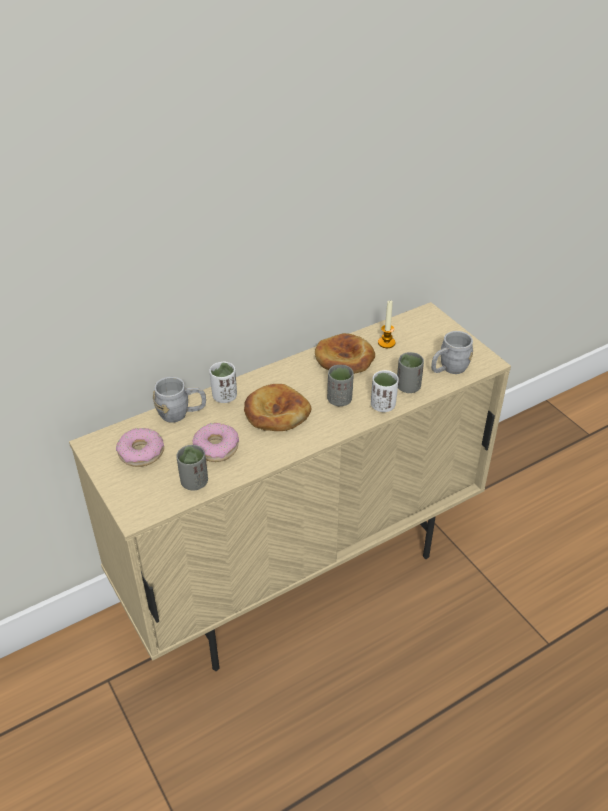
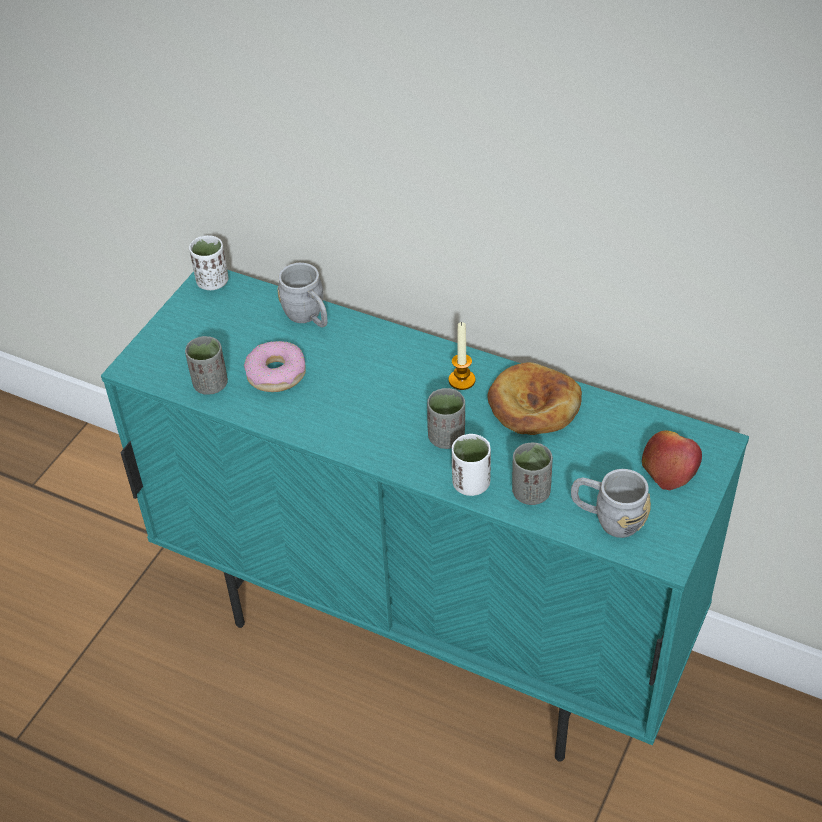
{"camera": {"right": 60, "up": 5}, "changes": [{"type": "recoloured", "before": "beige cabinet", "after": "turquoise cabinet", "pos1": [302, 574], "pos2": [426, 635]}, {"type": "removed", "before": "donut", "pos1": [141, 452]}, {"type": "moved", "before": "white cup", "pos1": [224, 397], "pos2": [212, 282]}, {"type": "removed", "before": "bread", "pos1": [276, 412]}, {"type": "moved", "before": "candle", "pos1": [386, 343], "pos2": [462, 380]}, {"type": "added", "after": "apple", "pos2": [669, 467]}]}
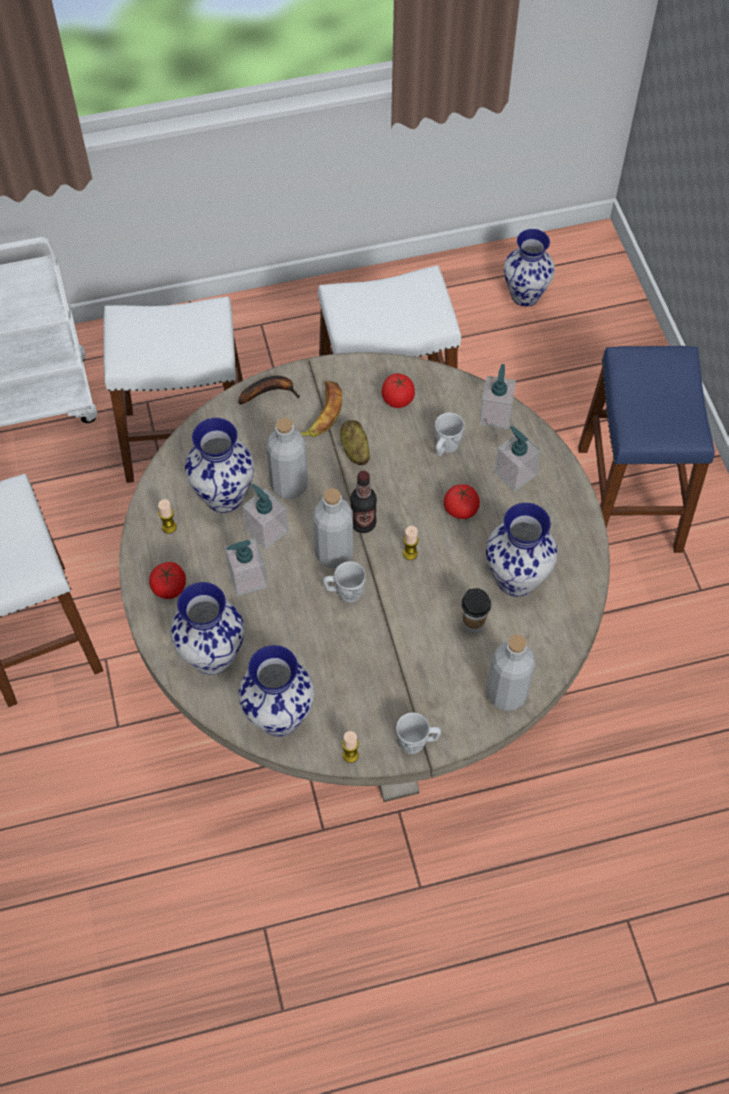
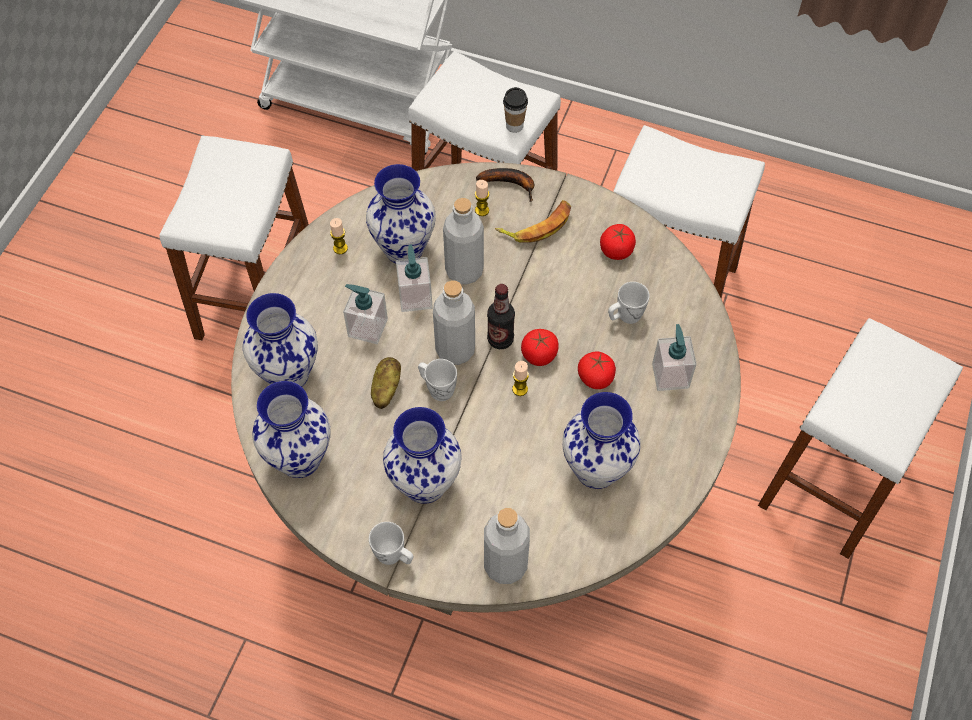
{"camera": {"right": 35, "up": 0}, "changes": [{"type": "moved", "before": "tomato", "pos1": [169, 588], "pos2": [539, 355]}, {"type": "moved", "before": "potato", "pos1": [354, 450], "pos2": [385, 389]}, {"type": "moved", "before": "candle", "pos1": [350, 755], "pos2": [482, 210]}, {"type": "moved", "before": "cup", "pos1": [473, 624], "pos2": [514, 126]}, {"type": "removed", "before": "soap dispenser", "pos1": [495, 415]}, {"type": "moved", "before": "vase", "pos1": [526, 296], "pos2": [425, 485]}, {"type": "recoloured", "before": "blue stool", "after": "white stool", "pos1": [629, 499], "pos2": [833, 480]}]}
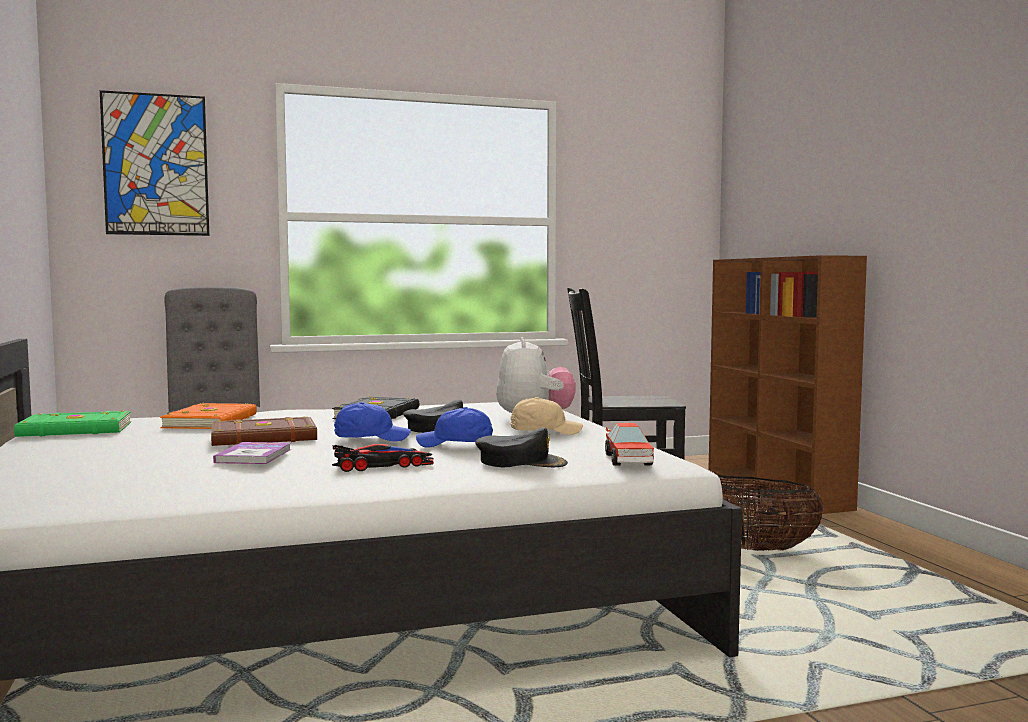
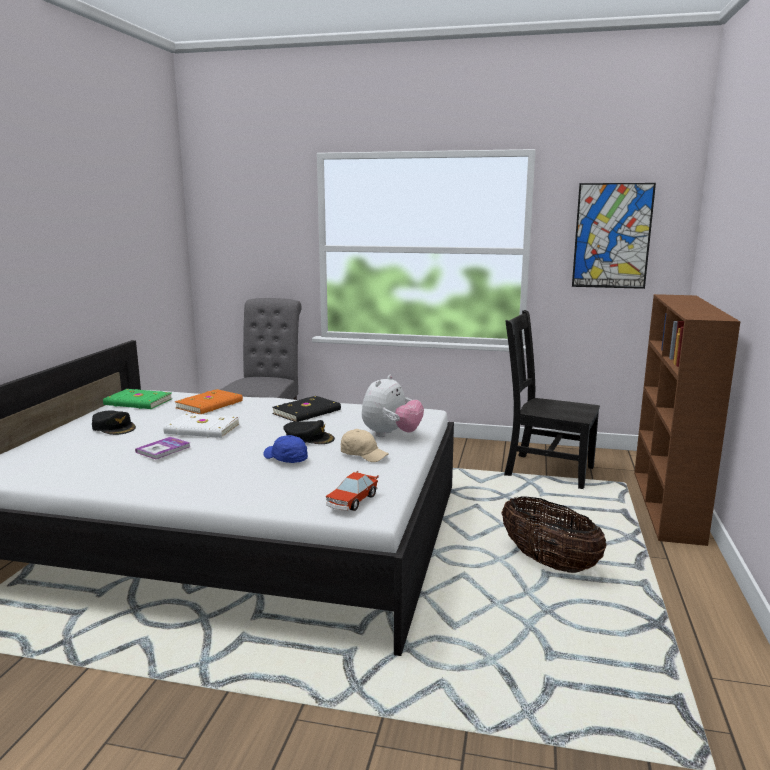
{"camera": {"right": 30, "up": 10}, "changes": [{"type": "moved", "before": "picture", "pos1": [156, 165], "pos2": [612, 236]}, {"type": "recoloured", "before": "brown book", "after": "white book", "pos1": [264, 438], "pos2": [202, 430]}, {"type": "removed", "before": "toy car", "pos1": [383, 465]}, {"type": "removed", "before": "blue cap", "pos1": [371, 438]}, {"type": "moved", "before": "black cap", "pos1": [521, 462], "pos2": [114, 427]}]}
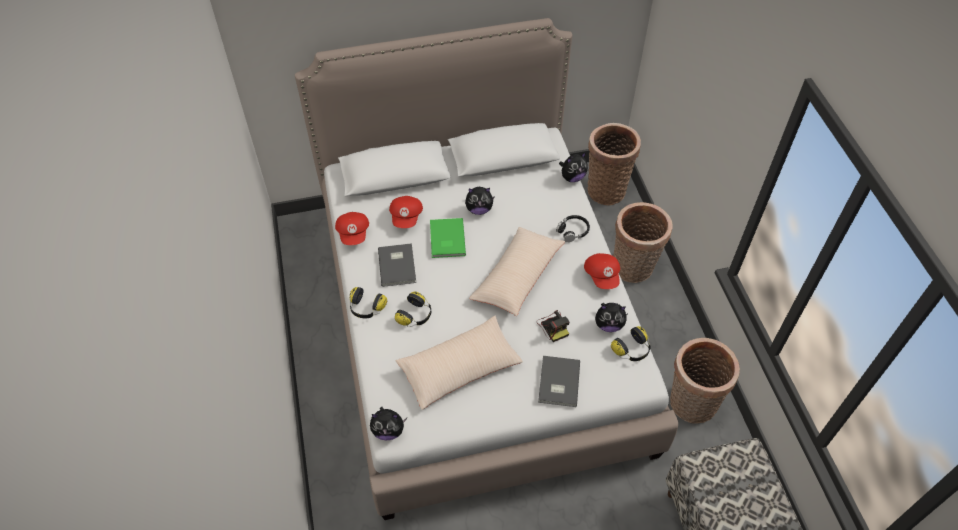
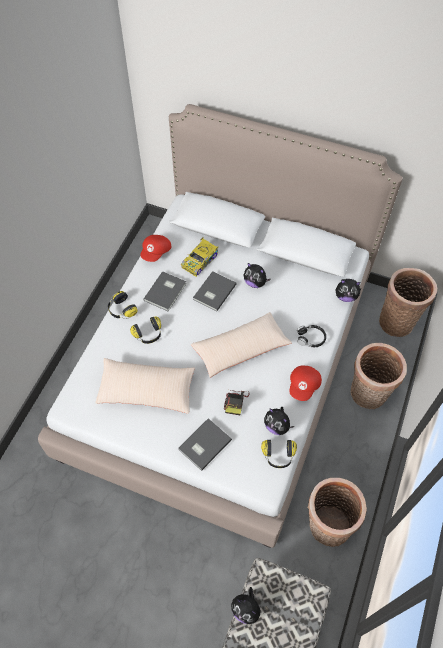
{"camera": {"right": 35, "up": 5}, "changes": [{"type": "moved", "before": "plush toy", "pos1": [388, 430], "pos2": [246, 609]}, {"type": "replaced", "before": "red cap", "after": "toy car", "pos1": [407, 217], "pos2": [200, 260]}, {"type": "recoloured", "before": "green book", "after": "grey book", "pos1": [446, 239], "pos2": [213, 292]}]}
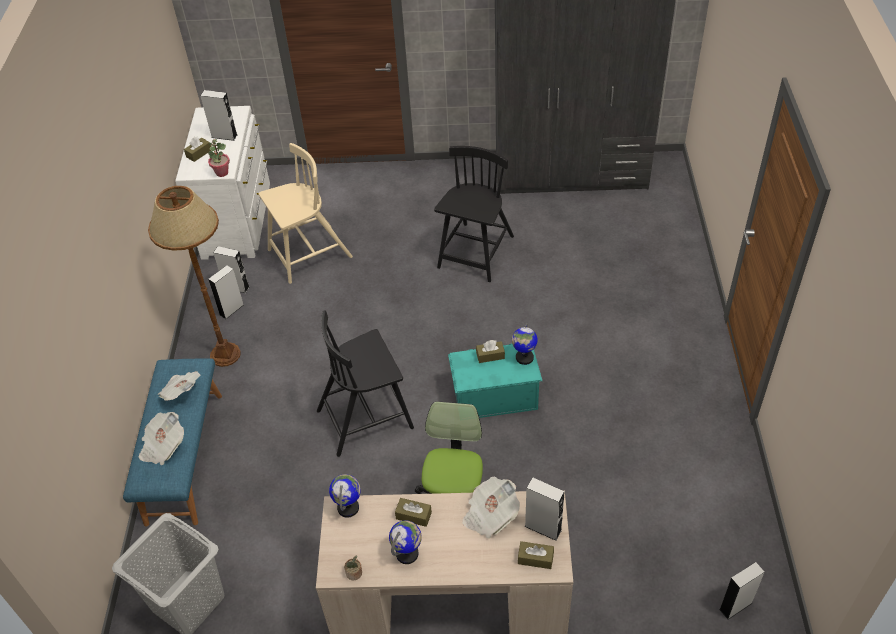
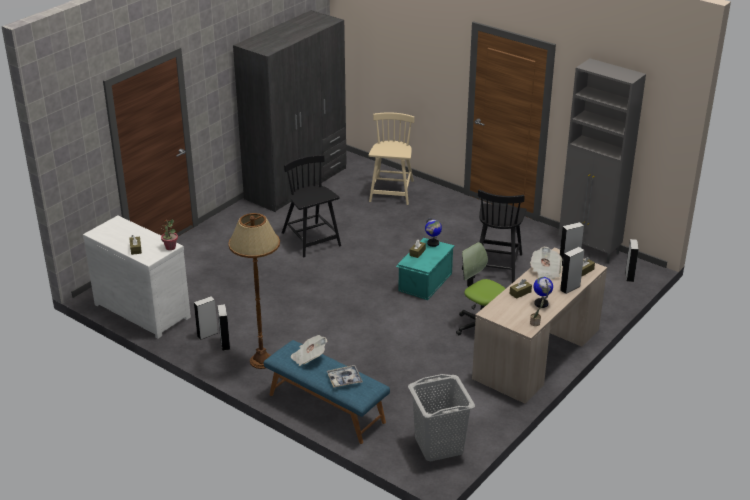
{"camera": {"right": -55, "up": -15}, "changes": [{"type": "replaced", "before": "newspaper", "after": "tray", "pos1": [163, 446], "pos2": [344, 379]}, {"type": "moved", "before": "grey speaker", "pos1": [224, 136], "pos2": [570, 288]}, {"type": "moved", "before": "beige chair", "pos1": [308, 254], "pos2": [391, 192]}, {"type": "moved", "before": "black chair", "pos1": [366, 418], "pos2": [497, 265]}, {"type": "removed", "before": "globe", "pos1": [348, 507]}, {"type": "added", "after": "grey cabinet", "pos2": [589, 250]}]}
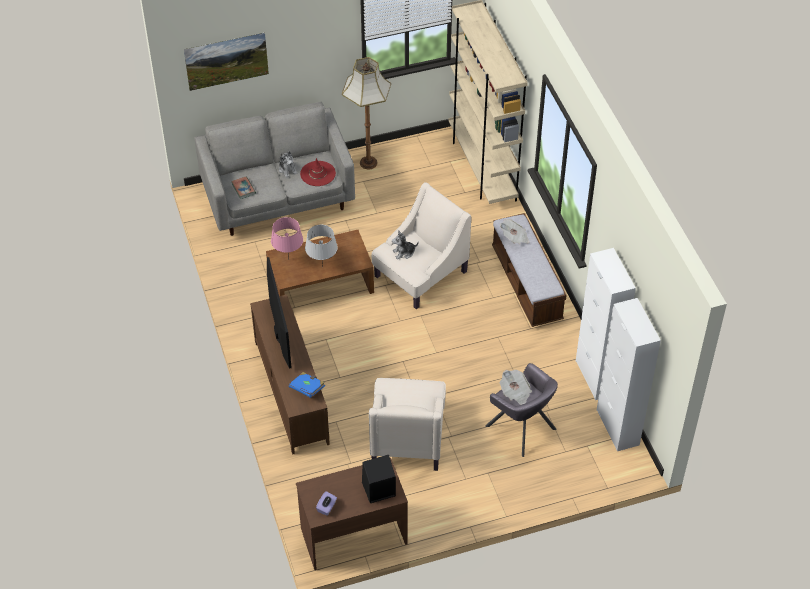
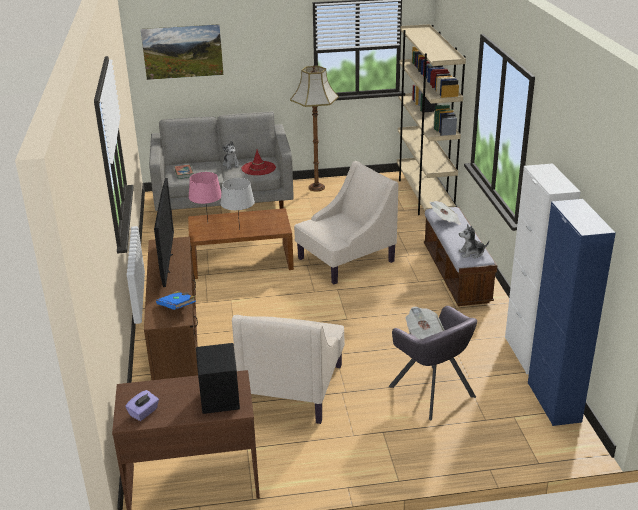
{"camera": {"right": 10, "up": -20}, "changes": [{"type": "moved", "before": "plush toy", "pos1": [404, 252], "pos2": [471, 253]}, {"type": "recoloured", "before": "white cabinet", "after": "blue cabinet", "pos1": [617, 427], "pos2": [553, 402]}]}
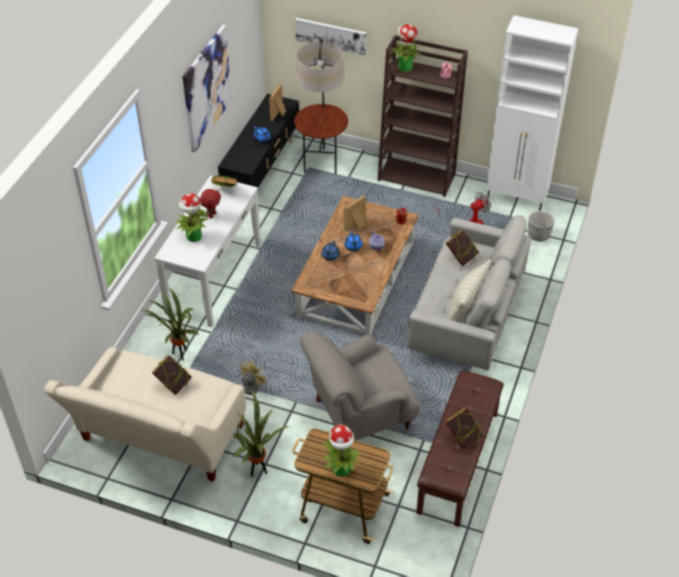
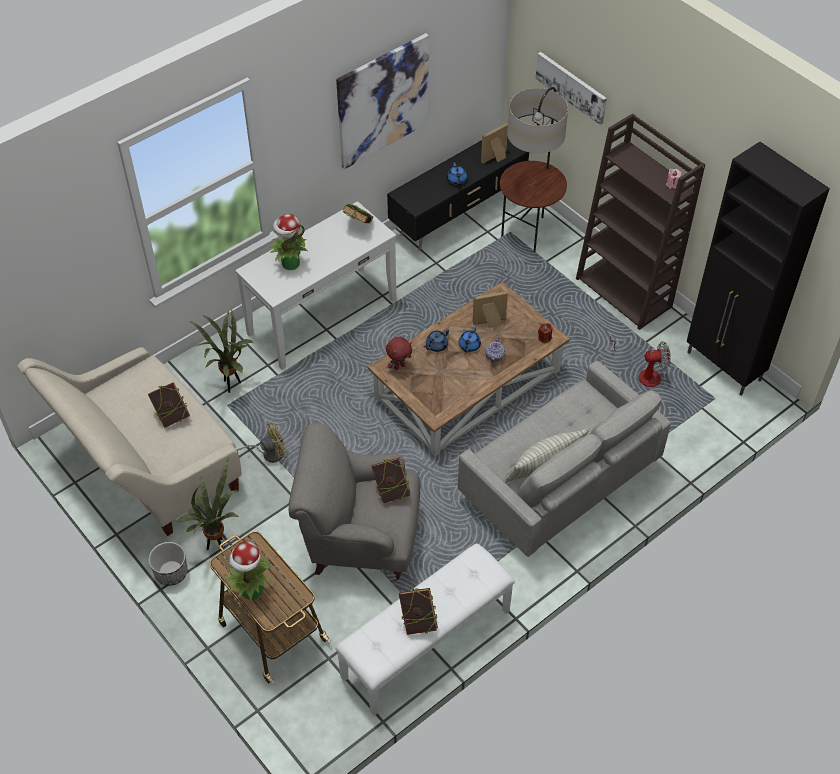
{"camera": {"right": 30, "up": 5}, "changes": [{"type": "moved", "before": "red plush toy", "pos1": [212, 215], "pos2": [399, 366]}, {"type": "removed", "before": "potted plant", "pos1": [405, 67]}, {"type": "recoloured", "before": "brown bench", "after": "white bench", "pos1": [458, 462], "pos2": [427, 644]}, {"type": "moved", "before": "book", "pos1": [461, 258], "pos2": [391, 491]}, {"type": "recoloured", "before": "white cabinet", "after": "black cabinet", "pos1": [517, 198], "pos2": [724, 367]}, {"type": "moved", "before": "planter", "pos1": [538, 235], "pos2": [171, 573]}]}
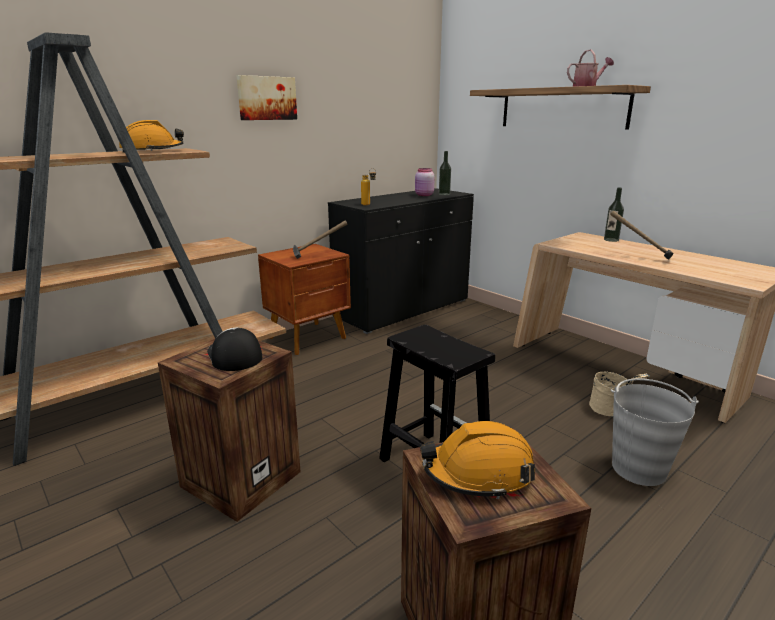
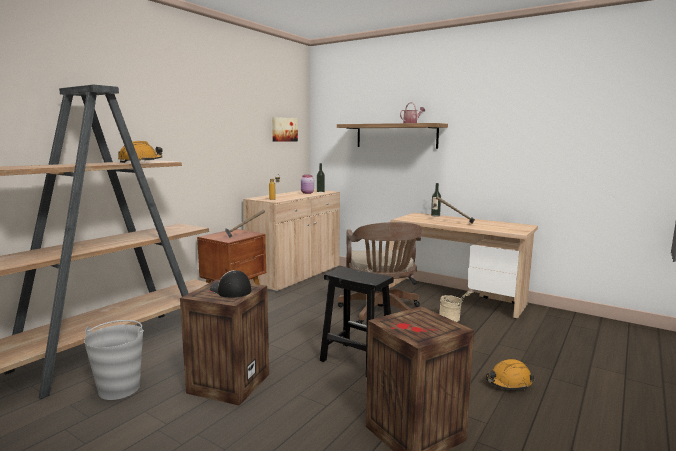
{"camera": {"right": -15, "up": -10}, "changes": [{"type": "moved", "before": "picture", "pos1": [266, 98], "pos2": [284, 129]}, {"type": "recoloured", "before": "black cabinet", "after": "beige cabinet", "pos1": [403, 309], "pos2": [296, 275]}, {"type": "moved", "before": "orange hard hat", "pos1": [478, 473], "pos2": [508, 382]}, {"type": "moved", "before": "grey bucket", "pos1": [639, 468], "pos2": [120, 388]}, {"type": "added", "after": "brown office chair", "pos2": [381, 313]}]}
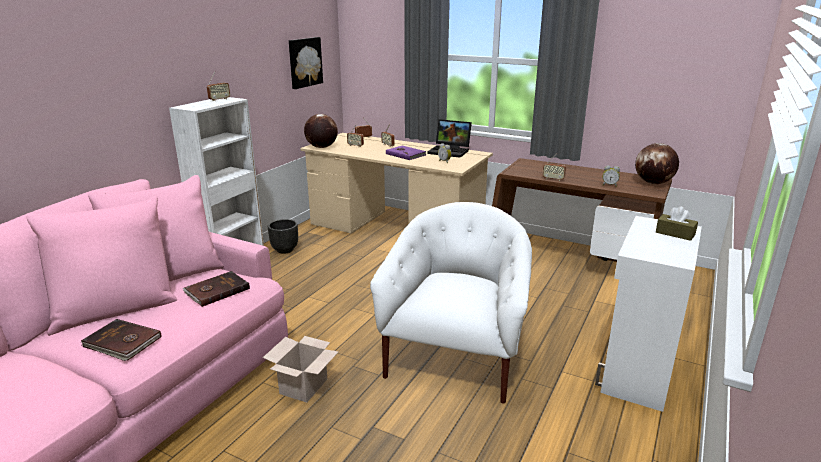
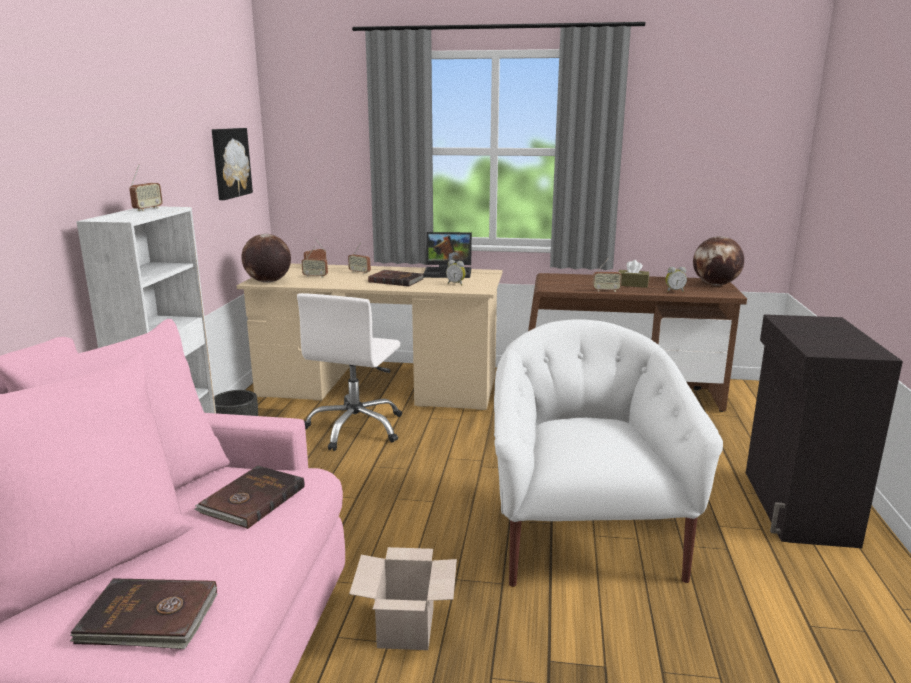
{"camera": {"right": -20, "up": -5}, "changes": [{"type": "recoloured", "before": "purple book", "after": "brown book", "pos1": [406, 154], "pos2": [396, 280]}, {"type": "recoloured", "before": "white cabinet", "after": "black cabinet", "pos1": [636, 371], "pos2": [796, 507]}, {"type": "moved", "before": "brown tissue box", "pos1": [675, 233], "pos2": [632, 284]}, {"type": "added", "after": "white office chair", "pos2": [356, 428]}]}
